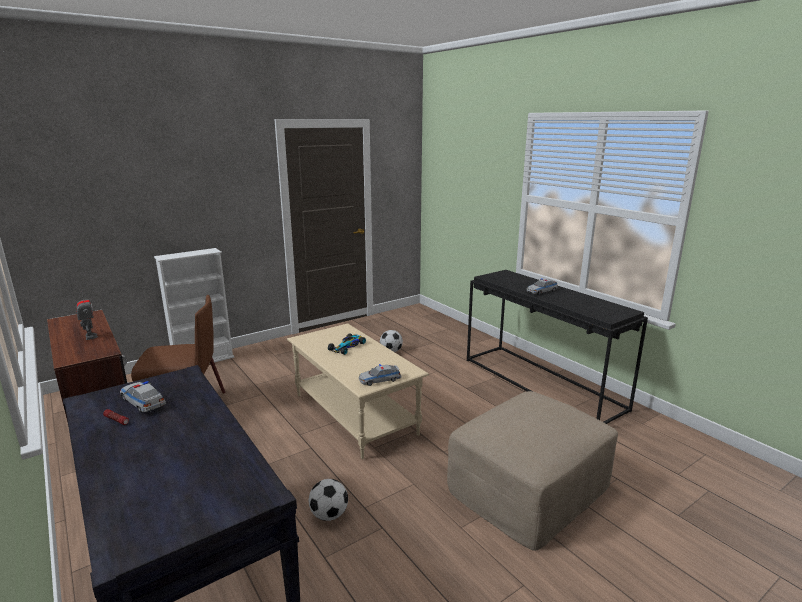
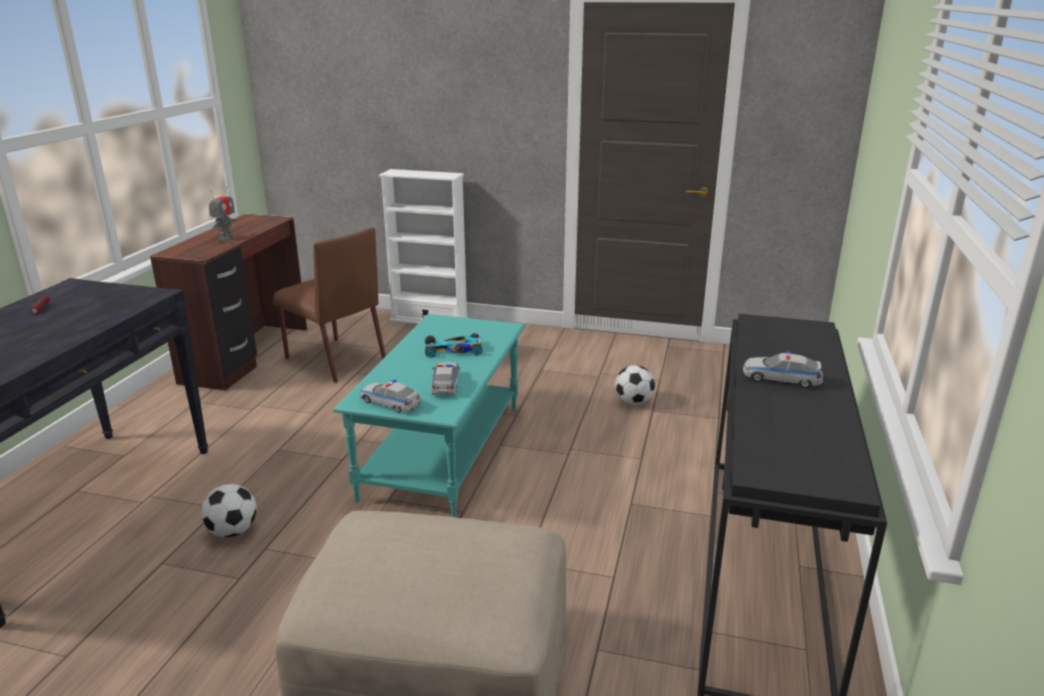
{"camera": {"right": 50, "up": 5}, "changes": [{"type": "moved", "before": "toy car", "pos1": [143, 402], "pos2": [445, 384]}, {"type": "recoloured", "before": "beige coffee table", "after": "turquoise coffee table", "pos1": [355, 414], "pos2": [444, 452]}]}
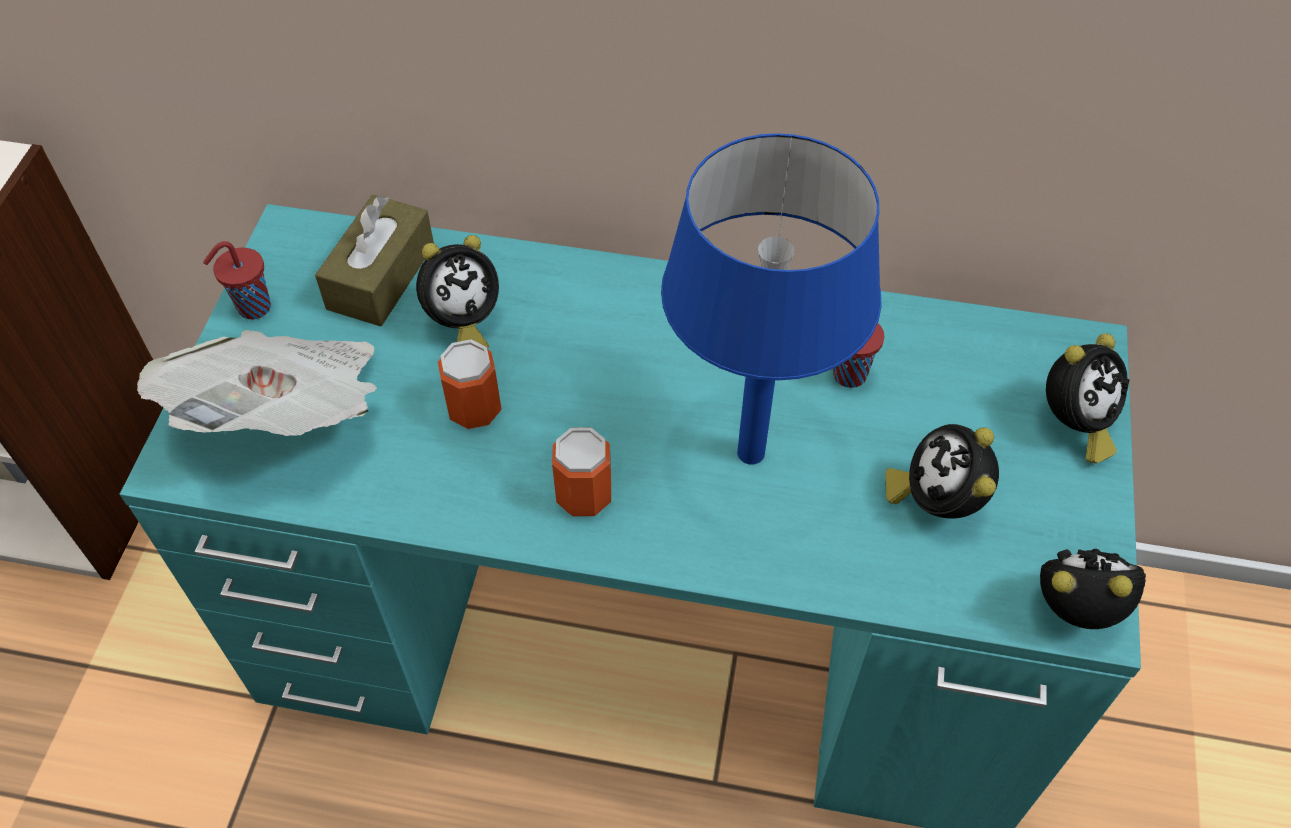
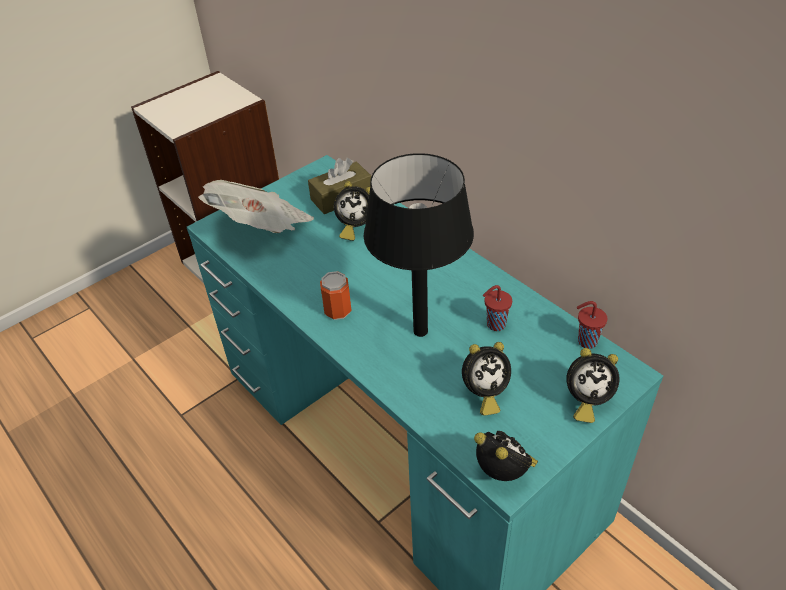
{"camera": {"right": 40, "up": -10}, "changes": [{"type": "moved", "before": "red cup", "pos1": [252, 308], "pos2": [585, 341]}, {"type": "removed", "before": "can", "pos1": [474, 409]}, {"type": "recoloured", "before": "blue table lamp", "after": "black table lamp", "pos1": [749, 453], "pos2": [419, 331]}, {"type": "turned", "before": "alarm clock", "pos1": [937, 501], "pos2": [483, 394], "turn": -150}]}
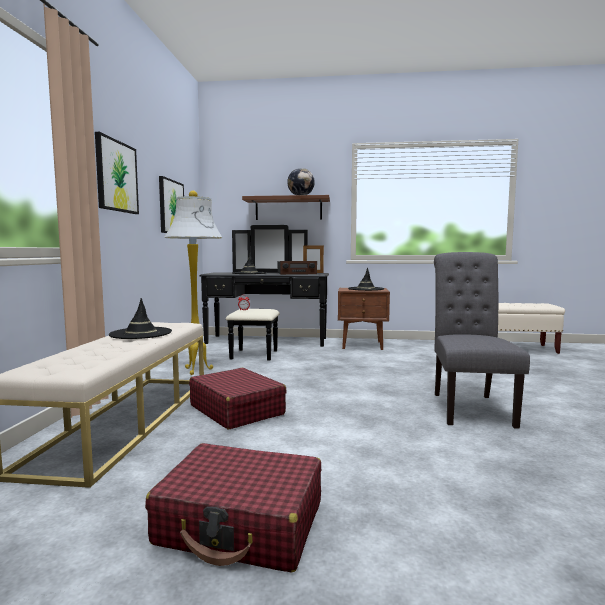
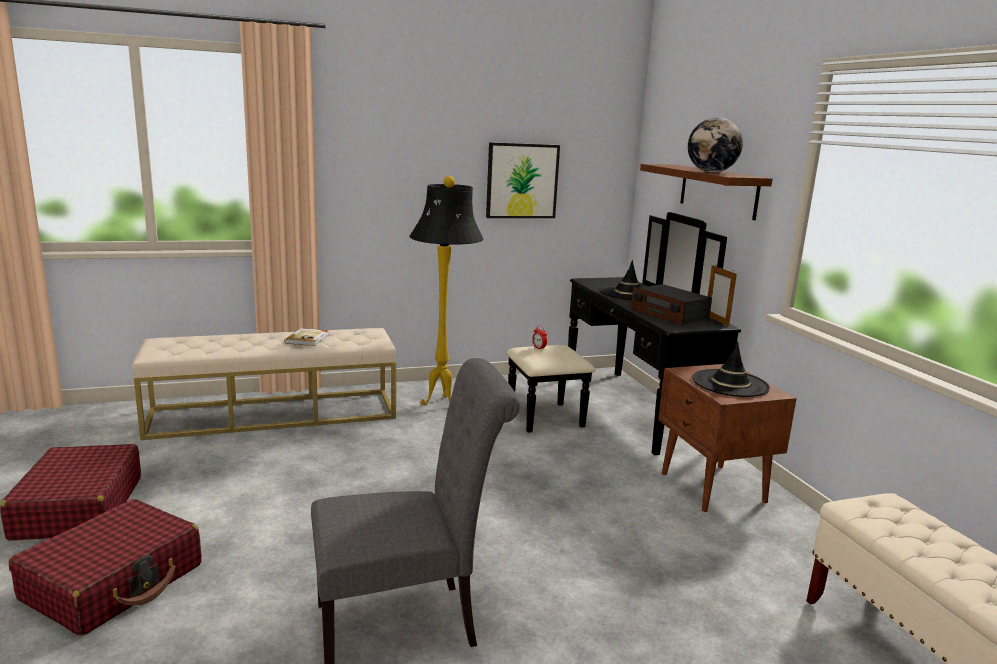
{"camera": {"right": 65, "up": 10}, "changes": [{"type": "removed", "before": "picture", "pos1": [116, 176]}, {"type": "replaced", "before": "black hat", "after": "book", "pos1": [141, 333], "pos2": [307, 339]}, {"type": "recoloured", "before": "white floor lamp", "after": "black floor lamp", "pos1": [197, 370], "pos2": [442, 403]}, {"type": "moved", "before": "red suitcase", "pos1": [236, 410], "pos2": [114, 582]}]}
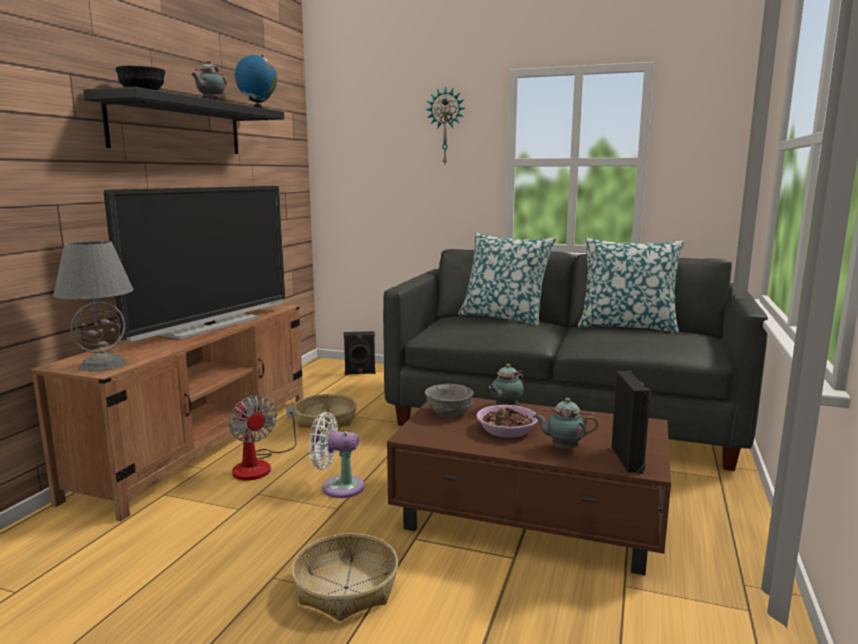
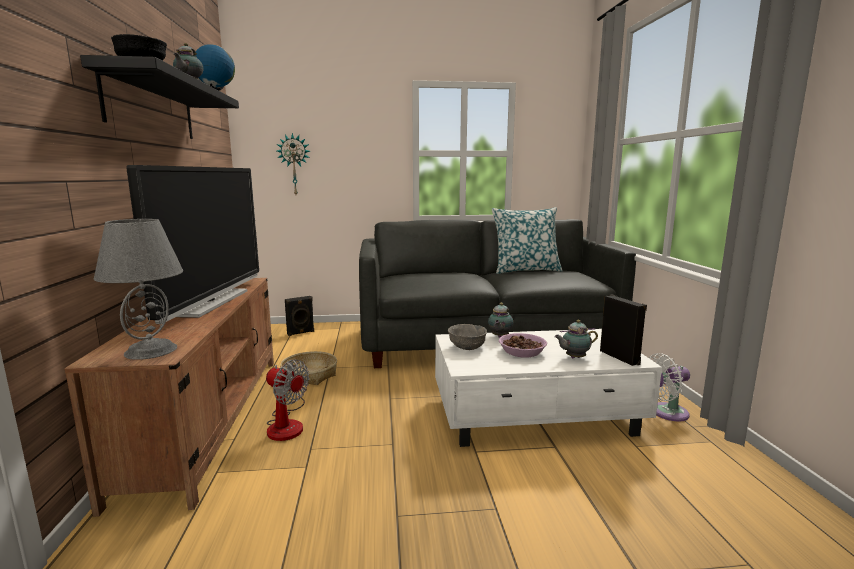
{"camera": {"right": -25, "up": 0}, "changes": [{"type": "removed", "before": "basket", "pos1": [345, 588]}, {"type": "moved", "before": "white fan", "pos1": [338, 487], "pos2": [666, 413]}, {"type": "recoloured", "before": "brown coffee table", "after": "white coffee table", "pos1": [531, 517], "pos2": [536, 415]}, {"type": "moved", "before": "wall clock", "pos1": [446, 126], "pos2": [294, 165]}, {"type": "removed", "before": "pillow", "pos1": [504, 318]}]}
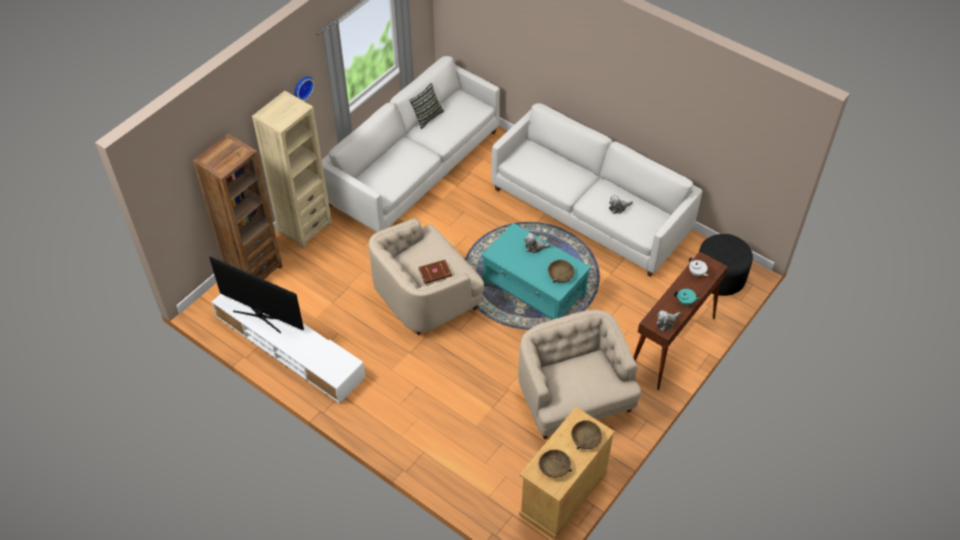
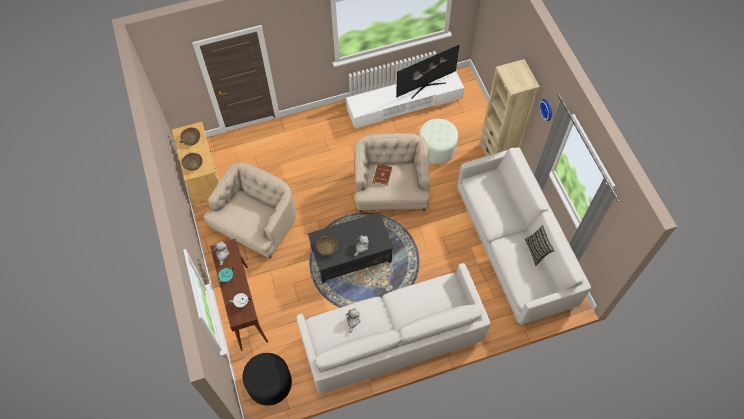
{"camera": {"right": 125, "up": 10}, "changes": [{"type": "removed", "before": "brown bookcase", "pos1": [254, 271]}, {"type": "recoloured", "before": "turquoise coffee table", "after": "black coffee table", "pos1": [534, 288], "pos2": [350, 255]}, {"type": "turned", "before": "beige armchair", "pos1": [573, 397], "pos2": [256, 224], "turn": -75}, {"type": "added", "after": "white ottoman", "pos2": [436, 149]}]}
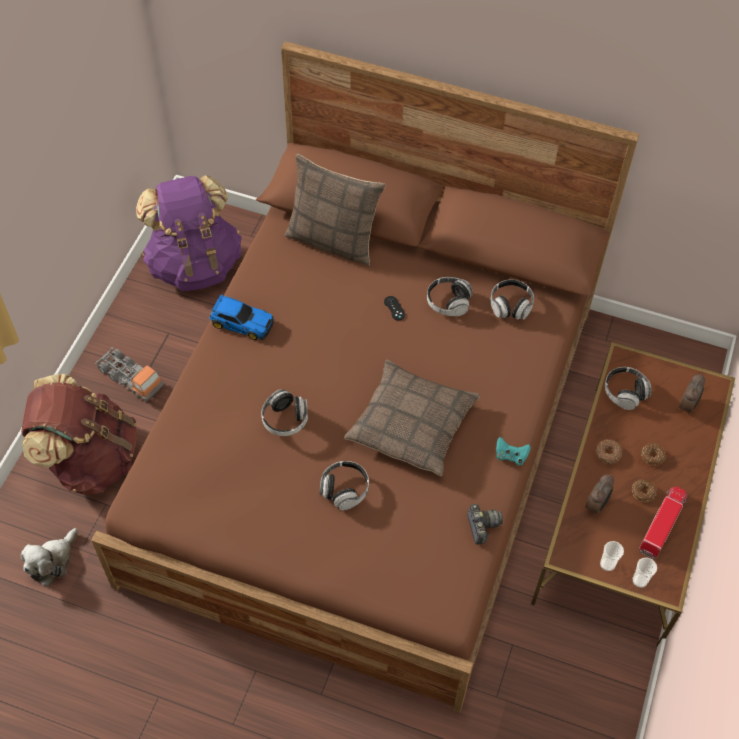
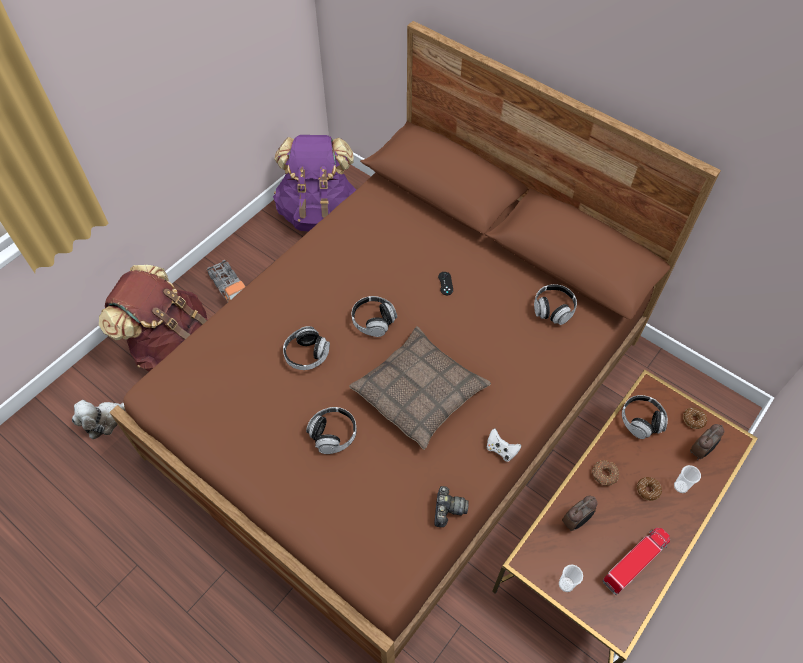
{"camera": {"right": 20, "up": 0}, "changes": [{"type": "removed", "before": "toy car", "pos1": [241, 322]}, {"type": "removed", "before": "pillow", "pos1": [333, 240]}, {"type": "moved", "before": "headphones", "pos1": [448, 302], "pos2": [373, 321]}, {"type": "recoloured", "before": "turquoise game controller", "after": "white game controller", "pos1": [510, 456], "pos2": [501, 450]}, {"type": "moved", "before": "donut", "pos1": [643, 492], "pos2": [693, 420]}, {"type": "moved", "before": "cup", "pos1": [639, 580], "pos2": [680, 486]}]}
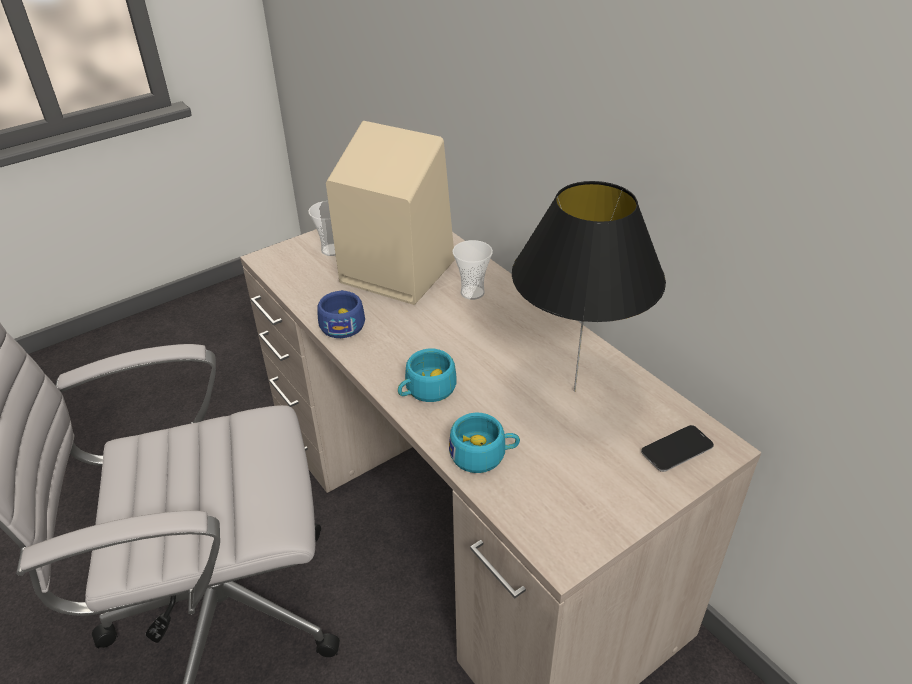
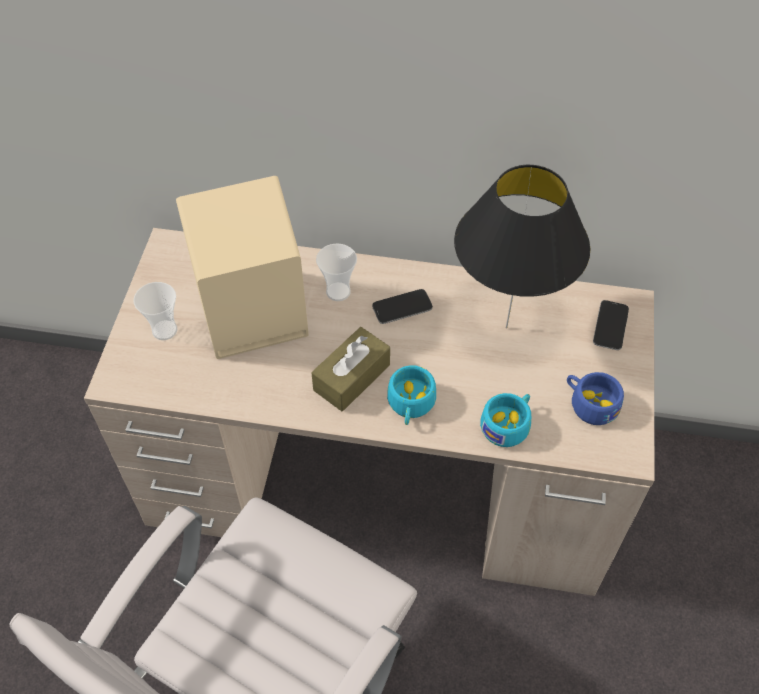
{"camera": {"right": -45, "up": 15}, "changes": [{"type": "moved", "before": "blue cup", "pos1": [342, 323], "pos2": [589, 403]}, {"type": "added", "after": "brown tissue box", "pos2": [351, 377]}, {"type": "added", "after": "phone", "pos2": [402, 307]}]}
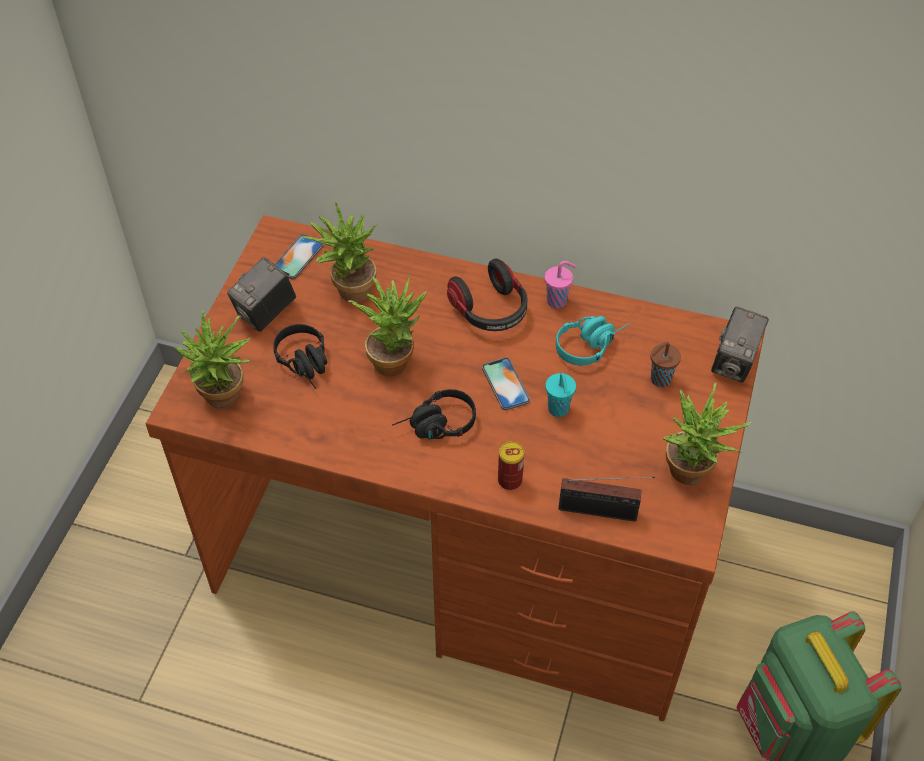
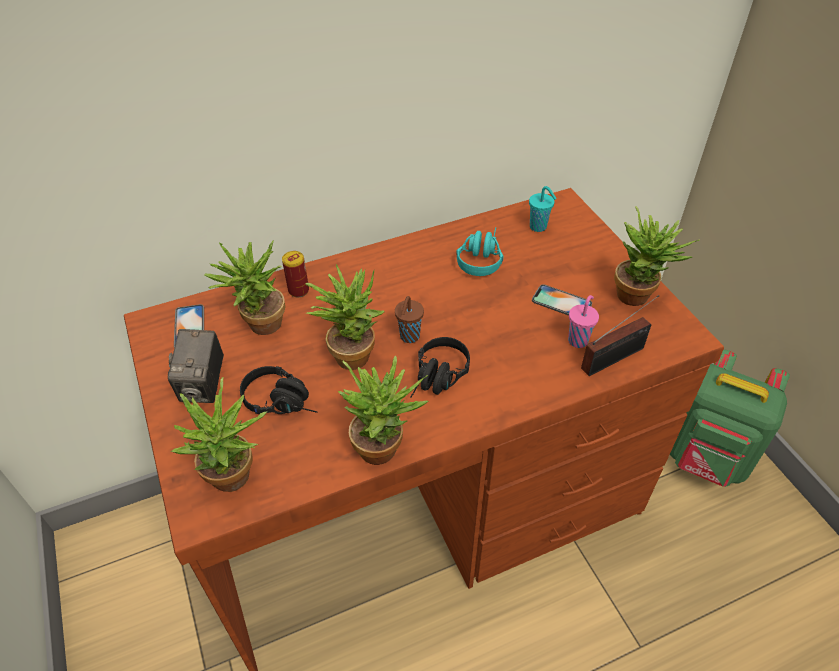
{"camera": {"right": -40, "up": -5}, "changes": [{"type": "removed", "before": "headphones", "pos1": [490, 311]}, {"type": "moved", "before": "phone", "pos1": [505, 384], "pos2": [561, 302]}, {"type": "moved", "before": "can", "pos1": [510, 480], "pos2": [298, 290]}, {"type": "moved", "before": "pink cup", "pos1": [558, 301], "pos2": [578, 340]}, {"type": "moved", "before": "turquoise cup", "pos1": [558, 410], "pos2": [539, 227]}, {"type": "moved", "before": "brown cup", "pos1": [659, 380], "pos2": [409, 337]}, {"type": "removed", "before": "photo camera", "pos1": [734, 363]}, {"type": "added", "after": "potted plant", "pos2": [385, 447]}]}
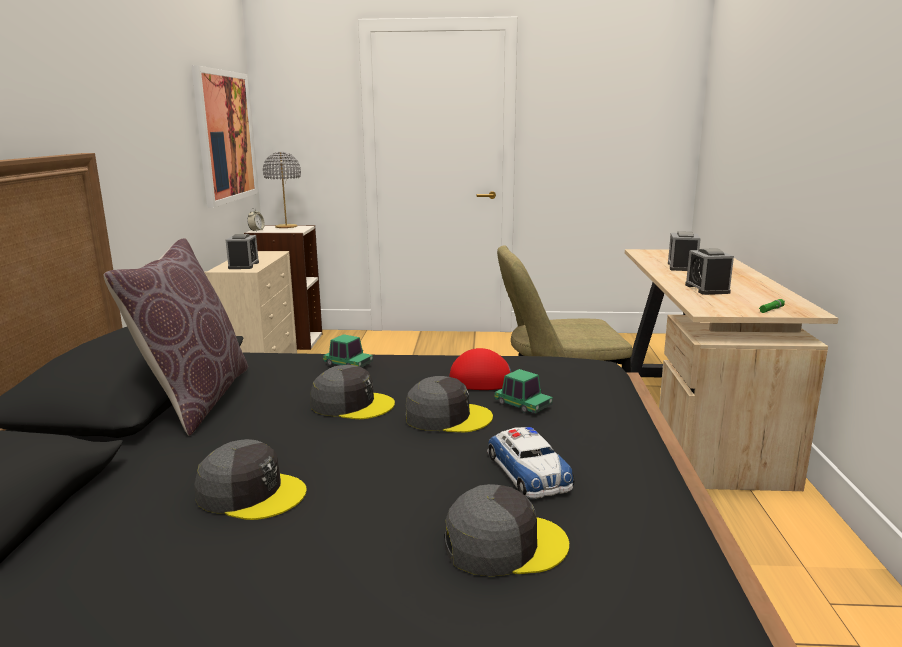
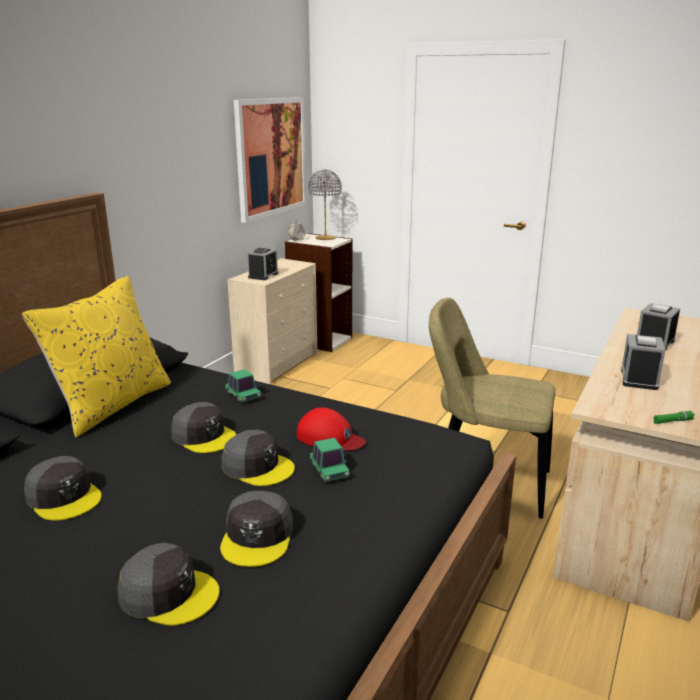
{"camera": {"right": 25, "up": 5}, "changes": [{"type": "recoloured", "before": "brown pillow", "after": "yellow pillow", "pos1": [196, 398], "pos2": [111, 404]}, {"type": "replaced", "before": "toy car", "after": "grey cap", "pos1": [528, 472], "pos2": [258, 537]}]}
